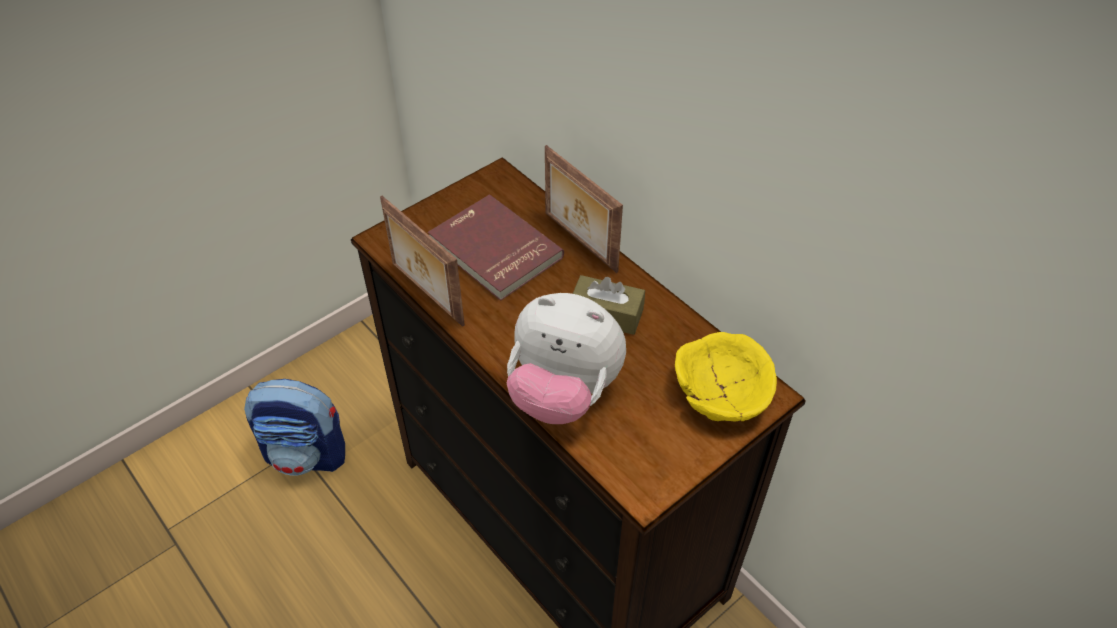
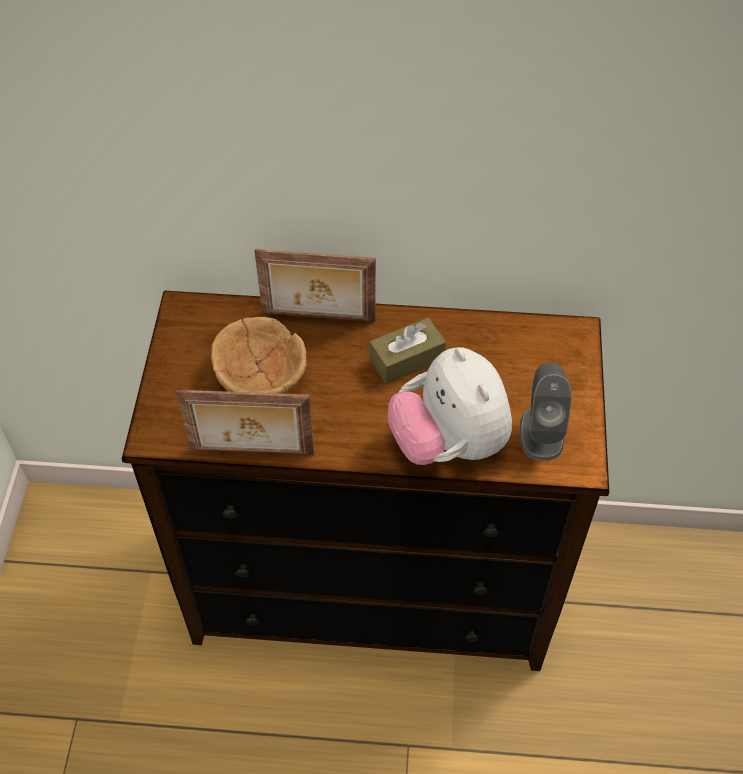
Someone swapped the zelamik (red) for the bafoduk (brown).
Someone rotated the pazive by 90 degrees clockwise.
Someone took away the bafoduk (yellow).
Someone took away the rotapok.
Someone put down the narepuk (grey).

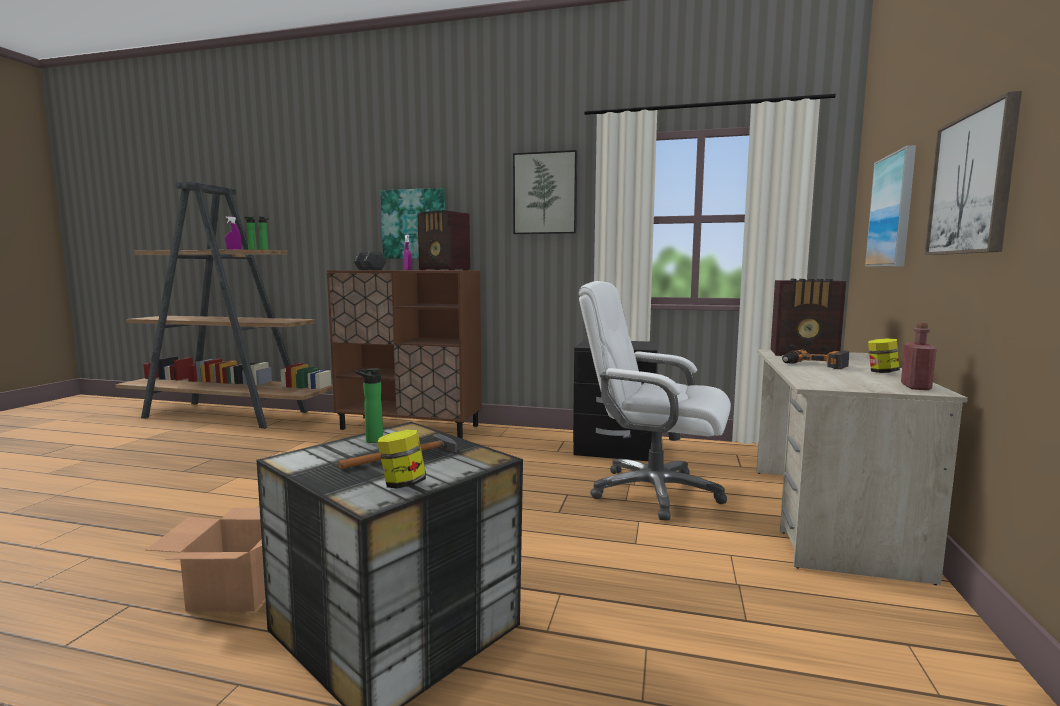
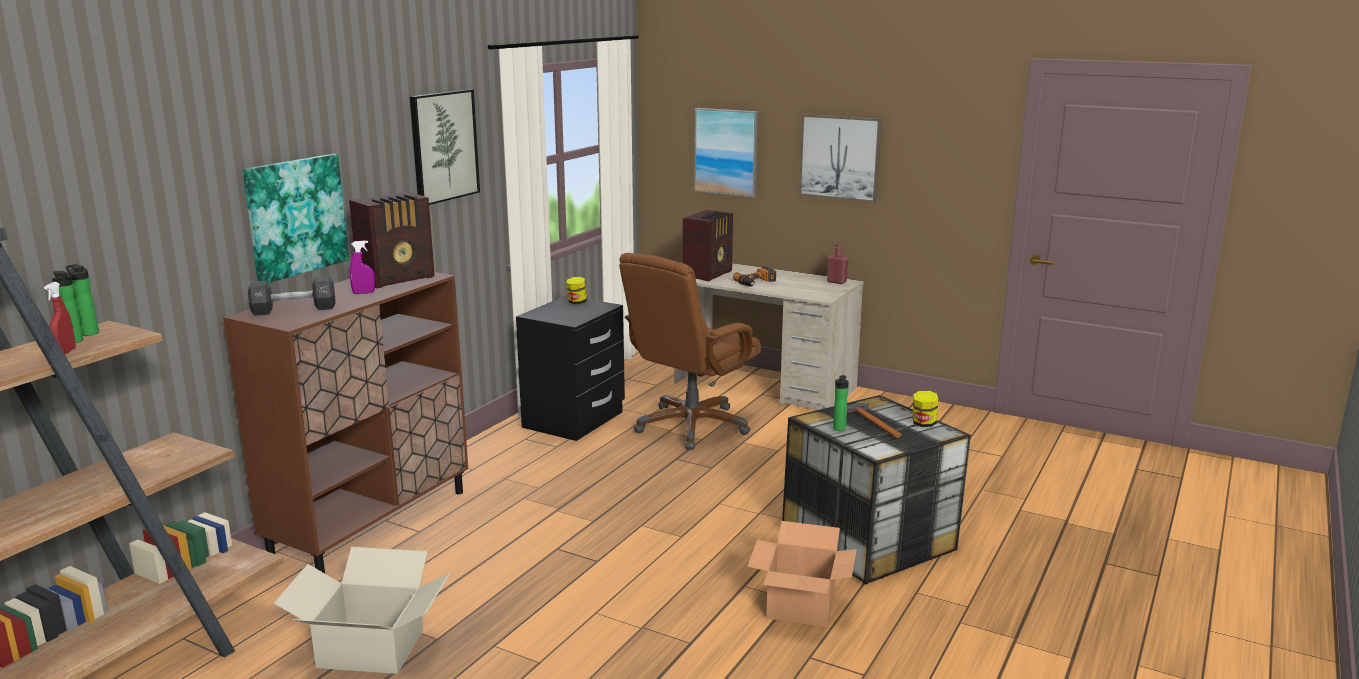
Someone repainted the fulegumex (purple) (no. 1 from left), which became the fulegumex (red).
Someone repainted the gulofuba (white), which became the gulofuba (brown).
Someone carried the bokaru (no. 2 from left in the first image).
Someone put down the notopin (no. 1 from left).

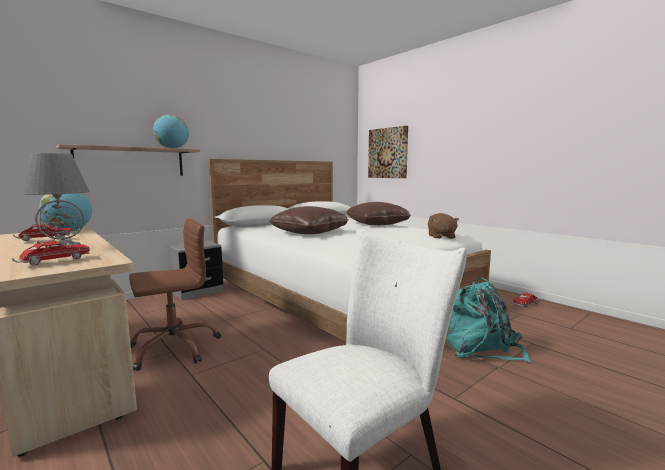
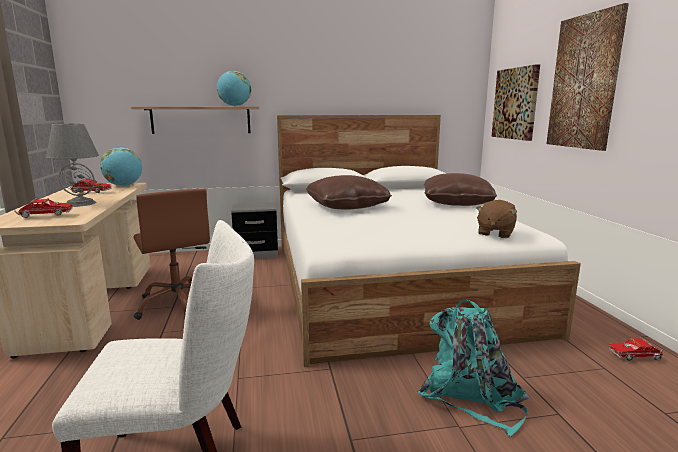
Someone rotated the gulofuba (brown) by 60 degrees clockwise.
Someone put up the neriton (no. 2 from left).

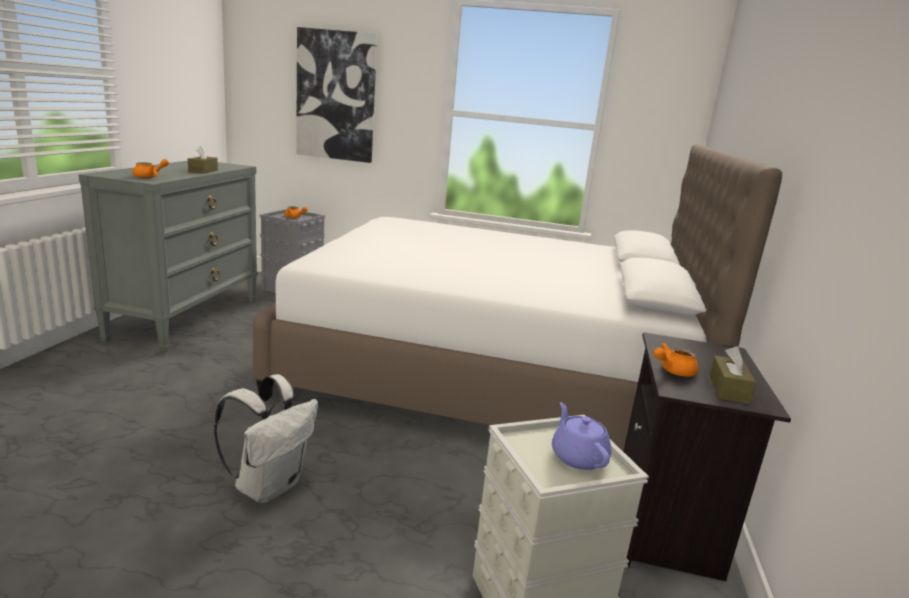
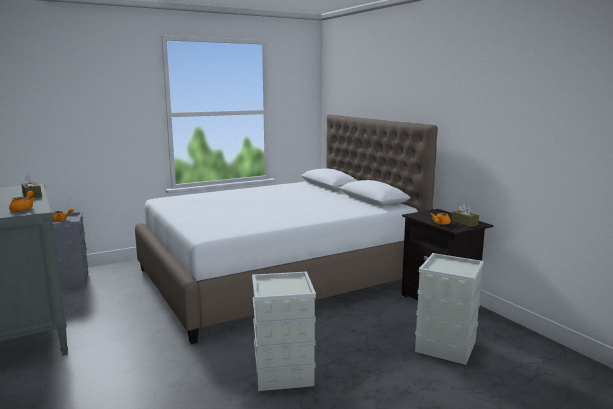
Someone took away the neriton.
Someone swapped the rotapok (white) for the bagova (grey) (no. 2 from left).
Someone took away the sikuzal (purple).

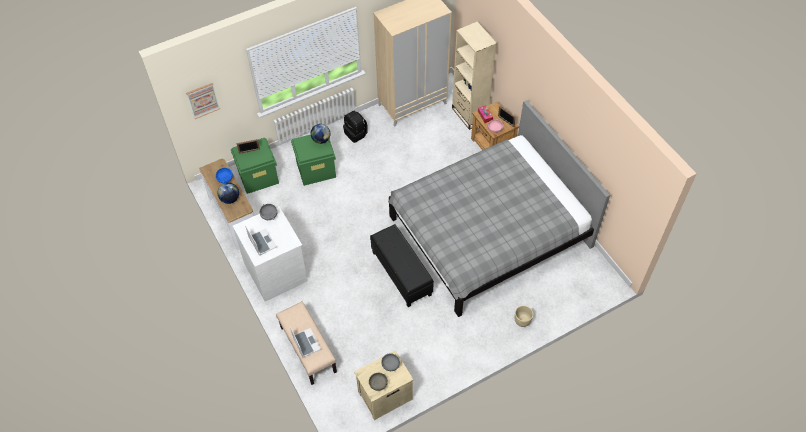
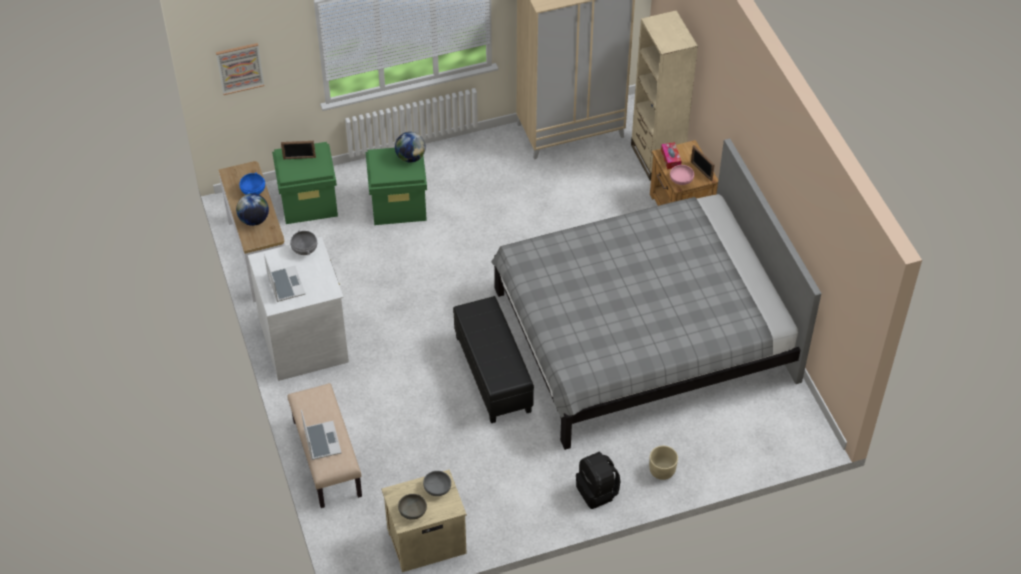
Someone carried the rotapok (black).

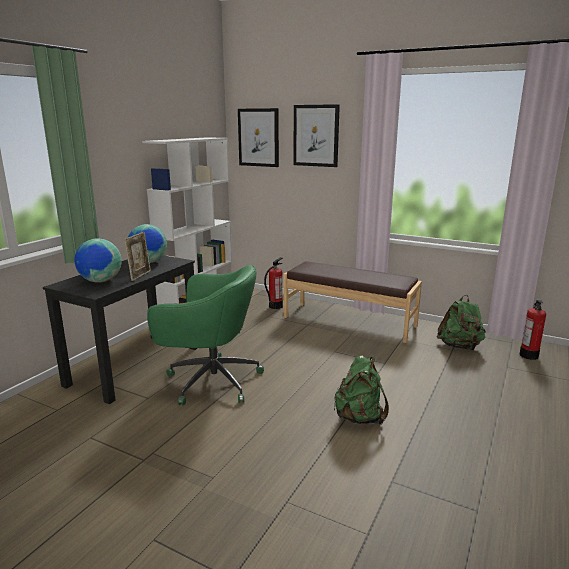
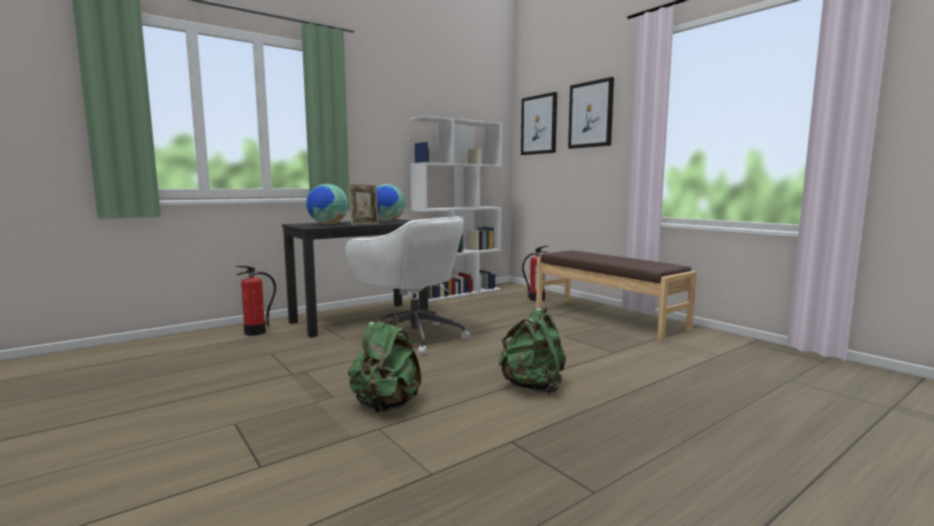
Someone repainted the gulofuba (green), which became the gulofuba (white).
Someone carried the rotapok (green) (no. 2 from left in the first image).
Someone carried the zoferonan (no. 2 from left in the first image).

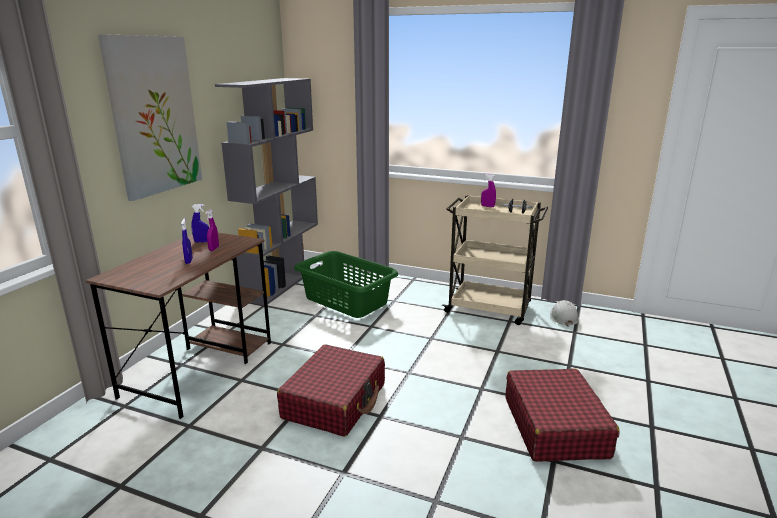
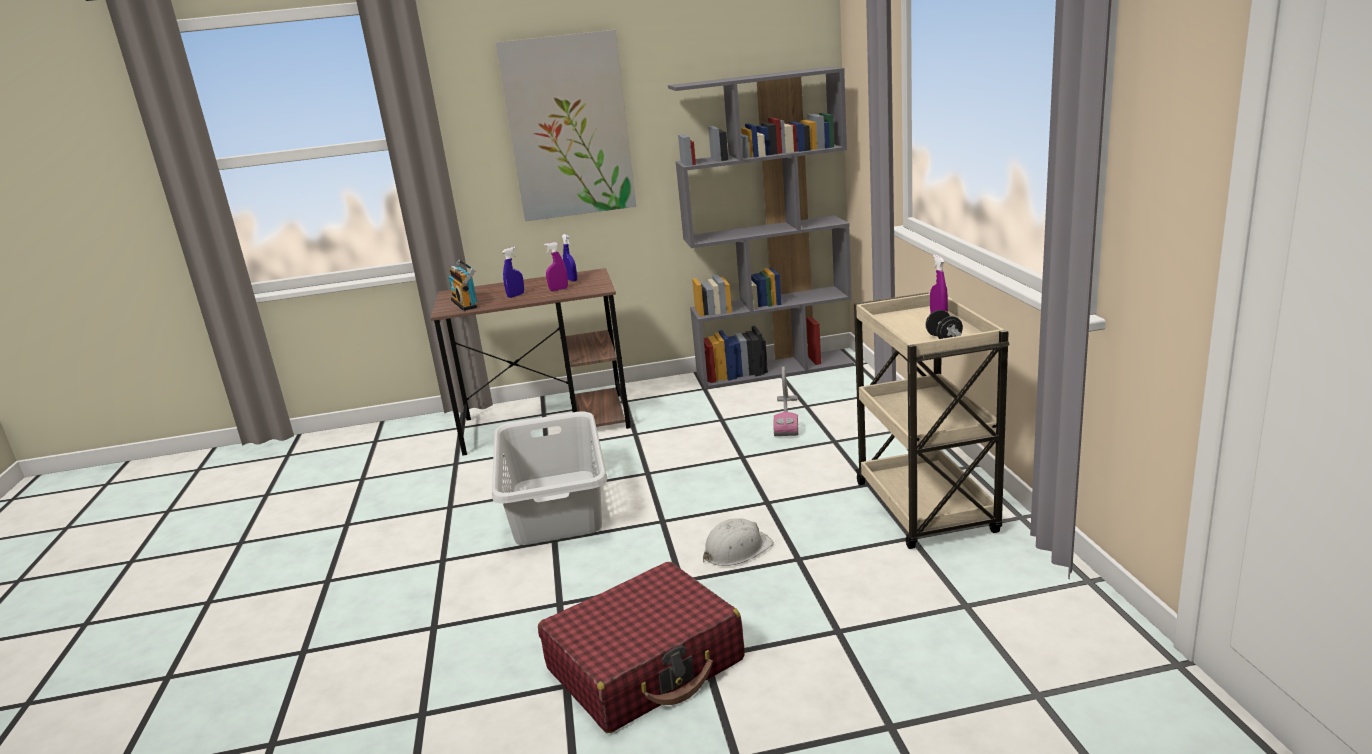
Someone swapped the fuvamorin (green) for the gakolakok.
Someone carried the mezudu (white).
Someone swapped the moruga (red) (no. 1 from left) for the fuvamorin (grey).
Someone put down the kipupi.

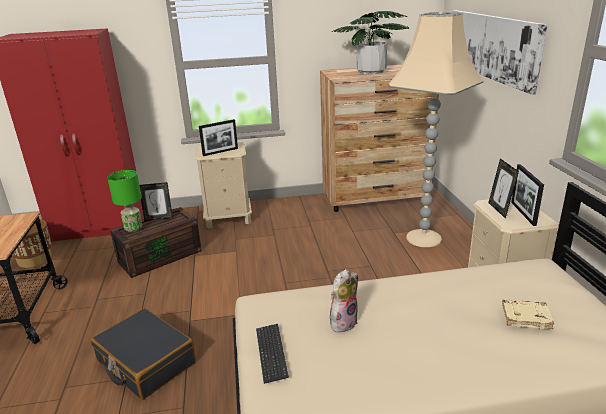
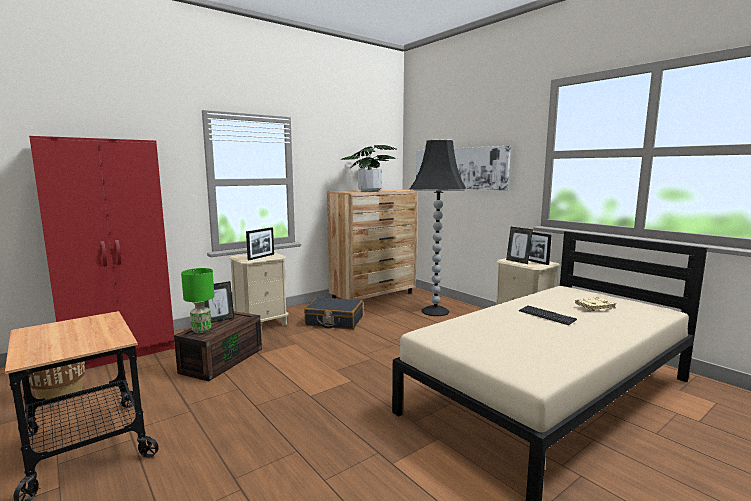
Someone repainted the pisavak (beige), which became the pisavak (black).
Someone took away the pazive.
Someone carried the moruga (black).
Someone carried the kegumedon.

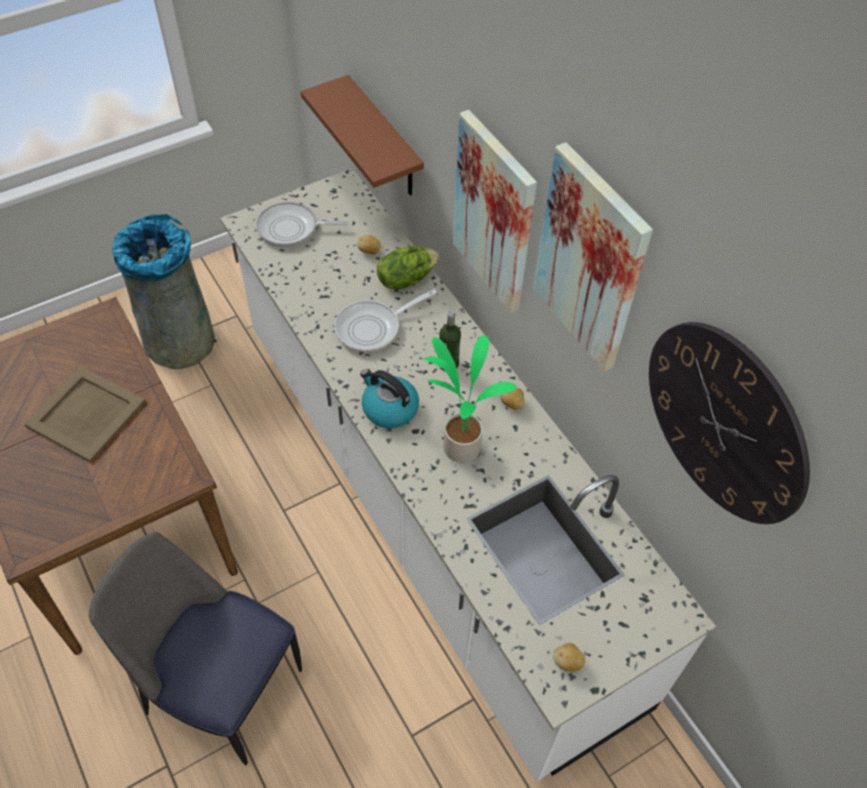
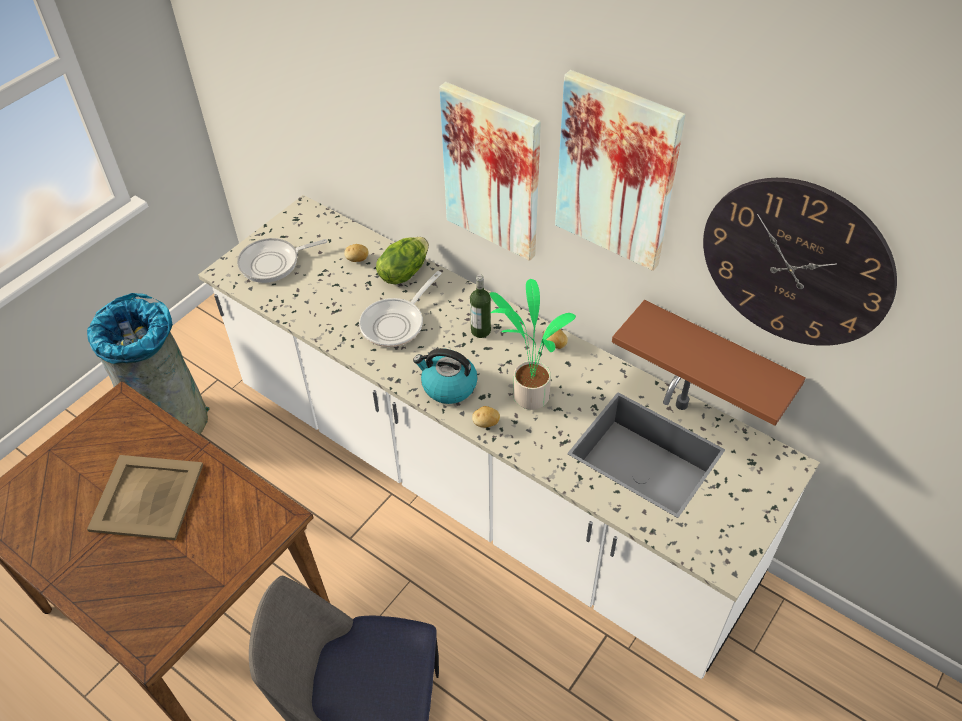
Someone carried the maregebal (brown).
Someone carried the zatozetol (no. 3 from left in the first image).

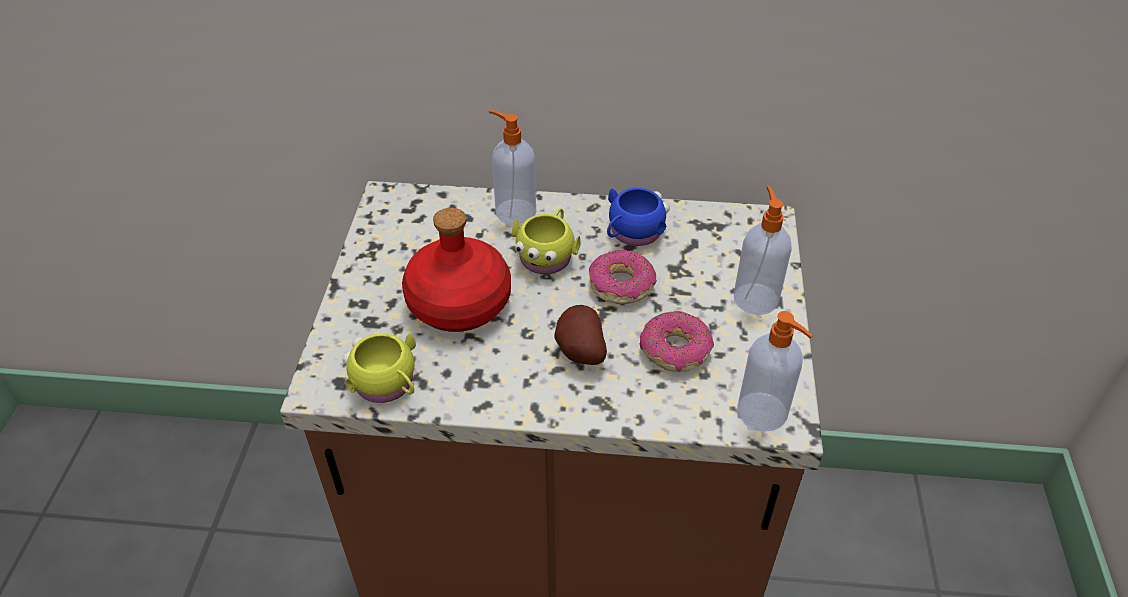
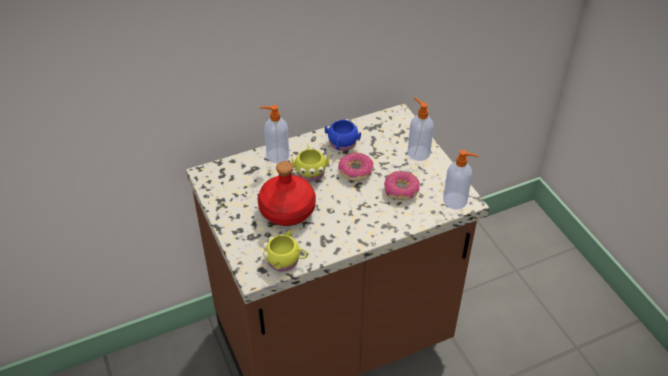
Someone took away the zatozetol.

